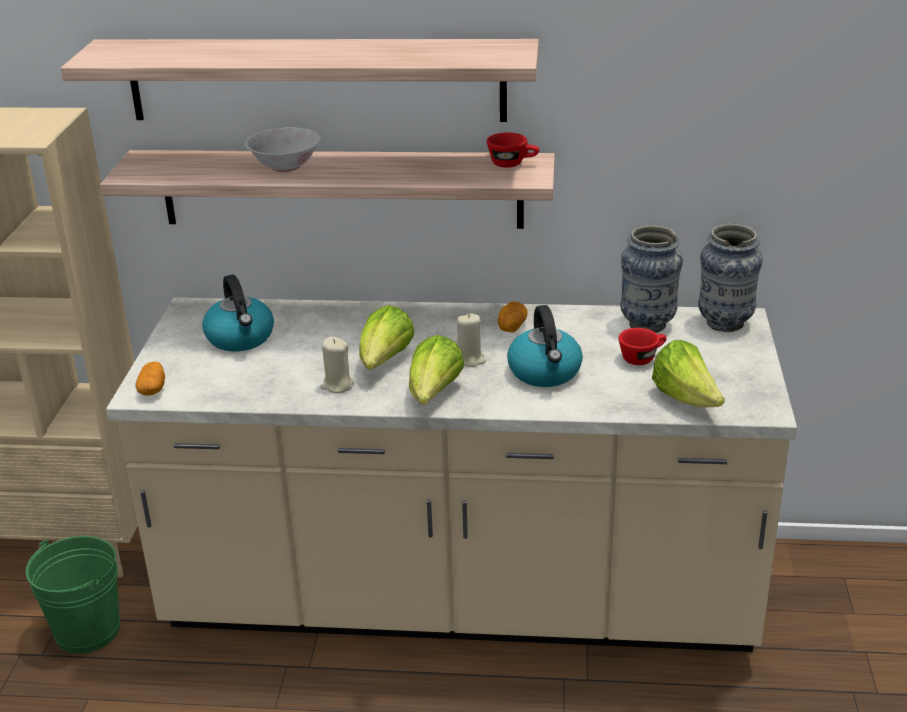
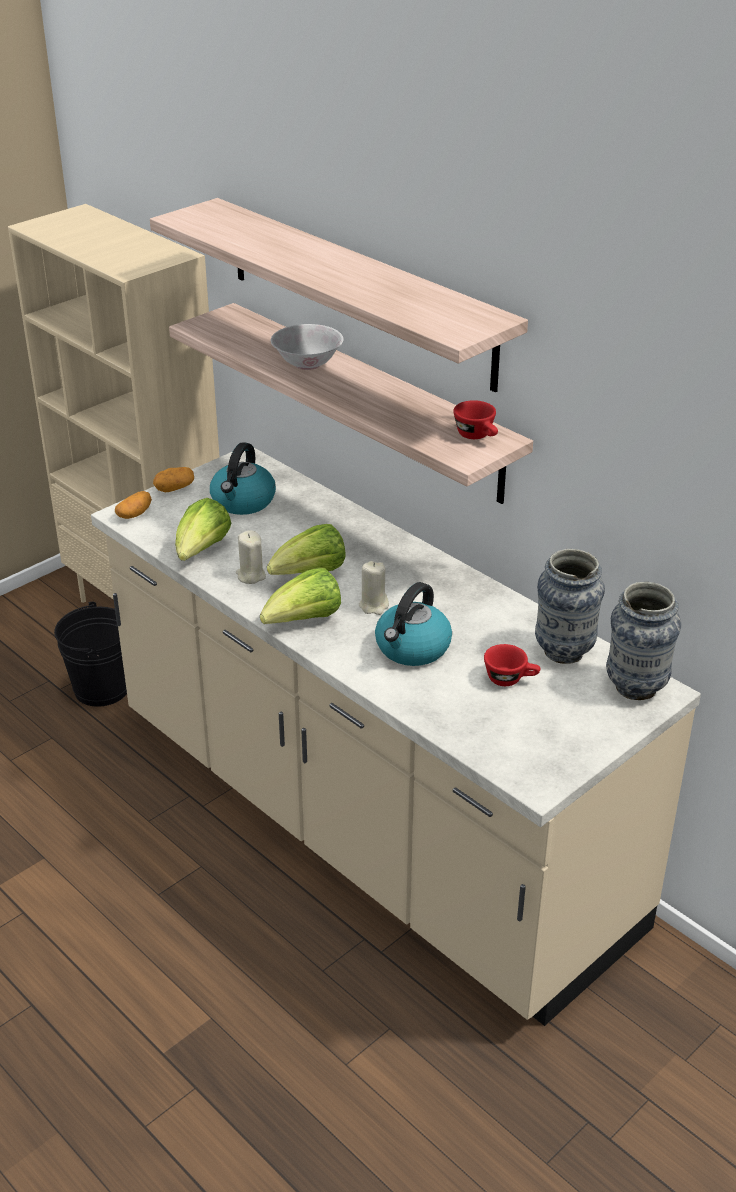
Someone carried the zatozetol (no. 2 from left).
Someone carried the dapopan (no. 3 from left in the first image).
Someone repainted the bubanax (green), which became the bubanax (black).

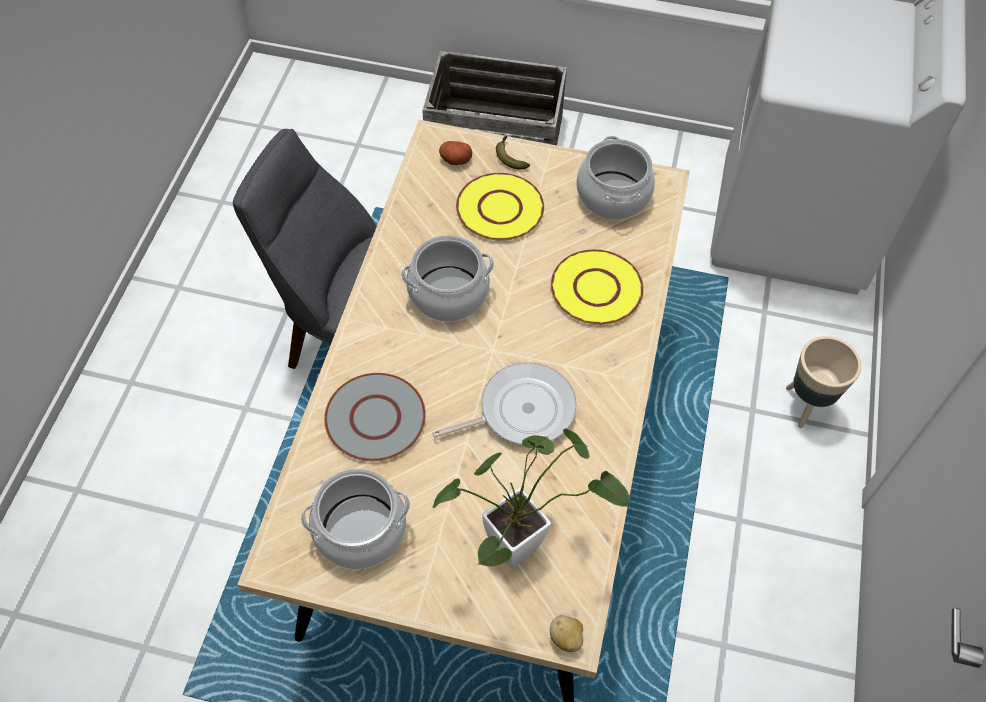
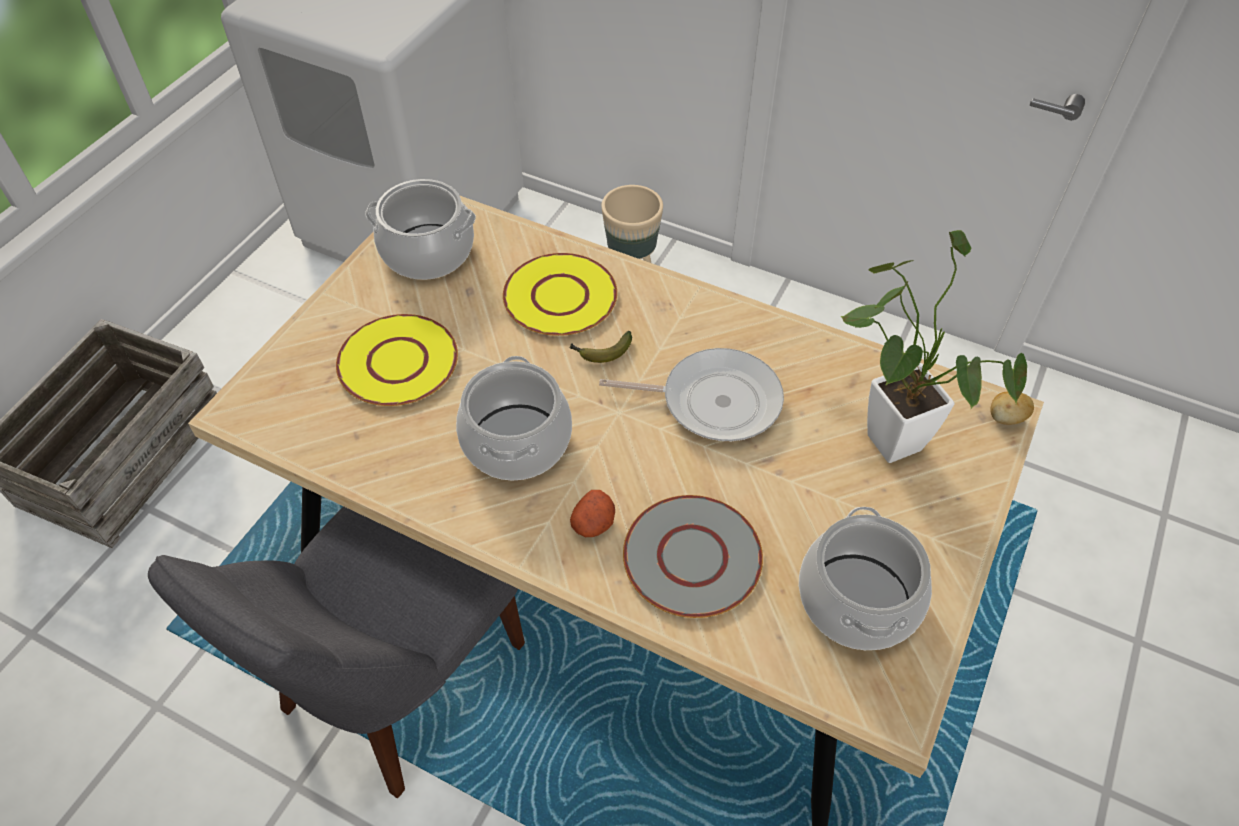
Someone carried the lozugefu.
Someone carried the zatozetol (no. 1 from left).
Someone rotated the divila by 105 degrees clockwise.

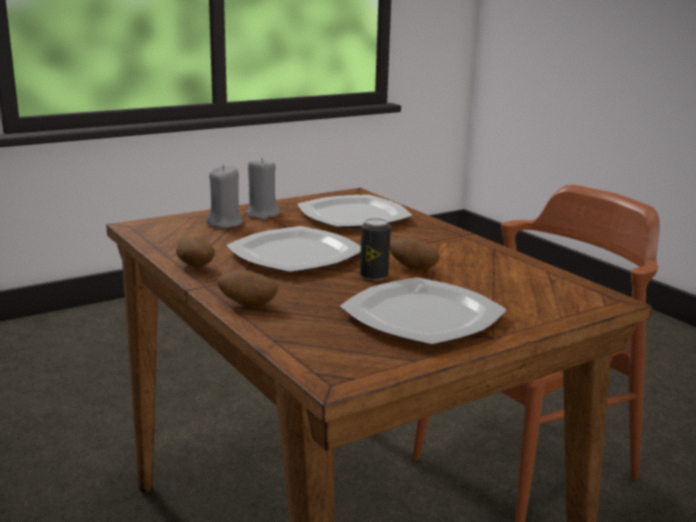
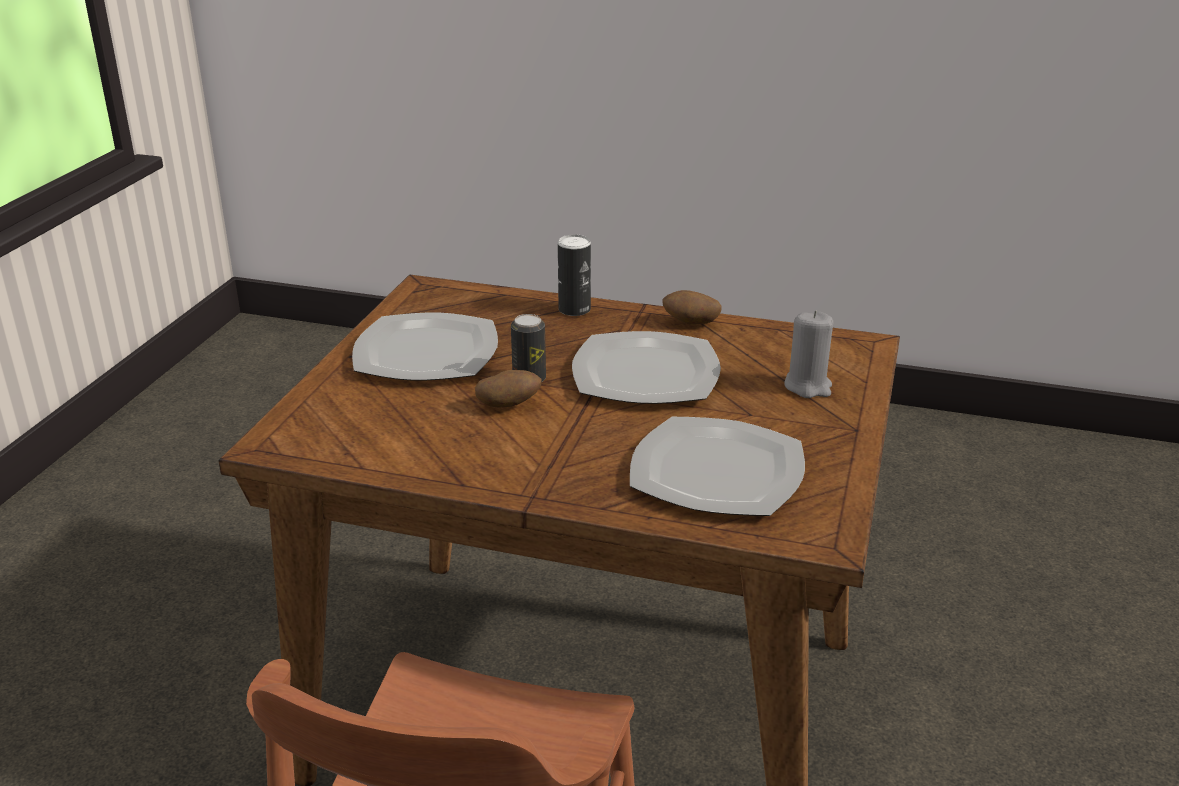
Someone took away the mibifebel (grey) (no. 2 from left).
Someone swapped the zatozetol (no. 2 from left) for the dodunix (no. 2 from left).

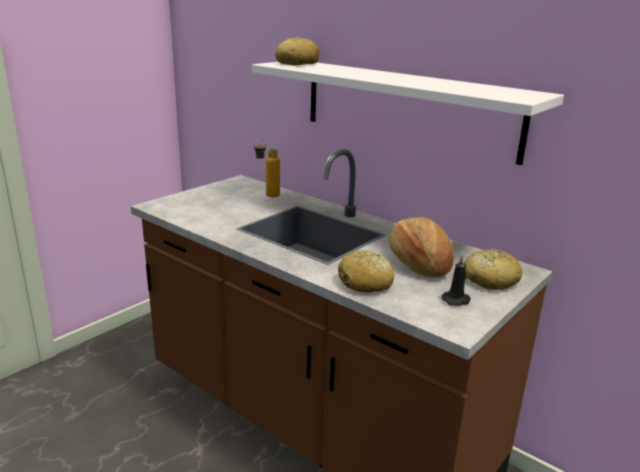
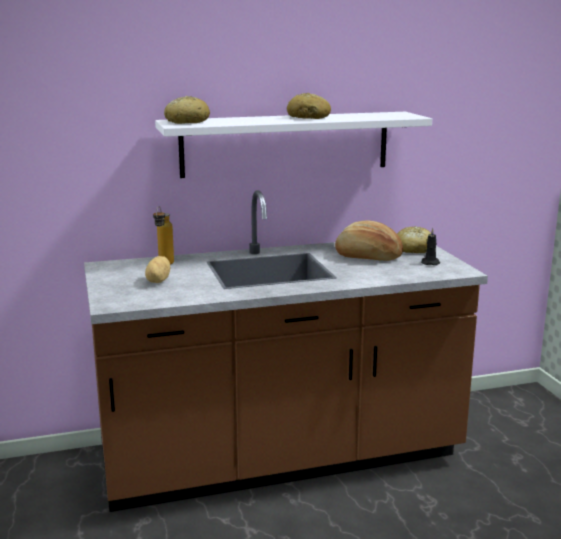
Someone carried the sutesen (no. 2 from left).
Someone put down the zatozetol.

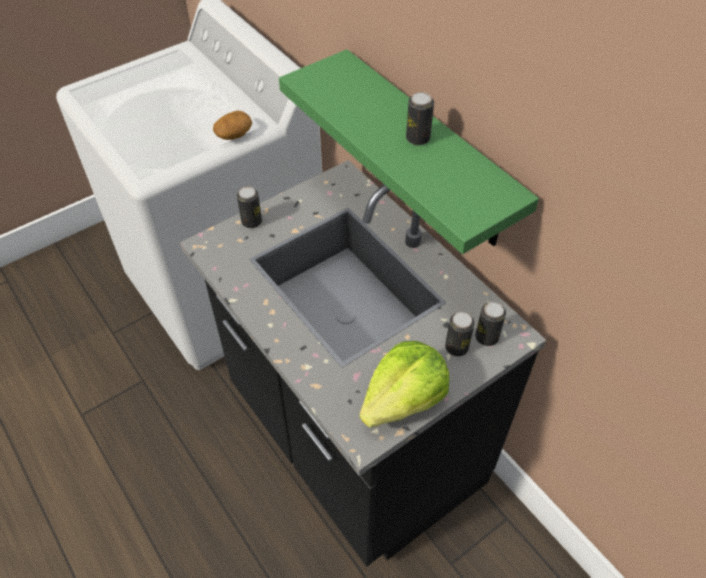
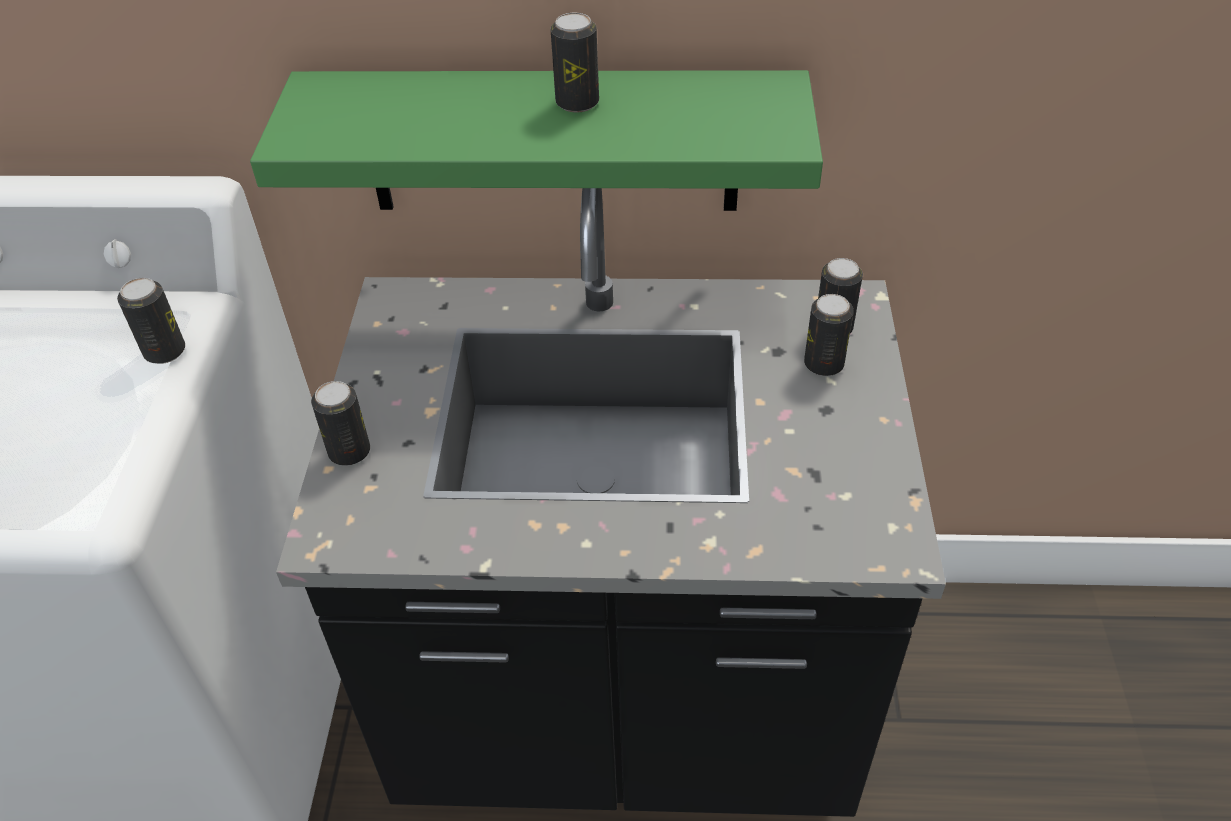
Someone swapped the zatozetol for the dodunix (no. 1 from left).
Someone took away the dapopan.

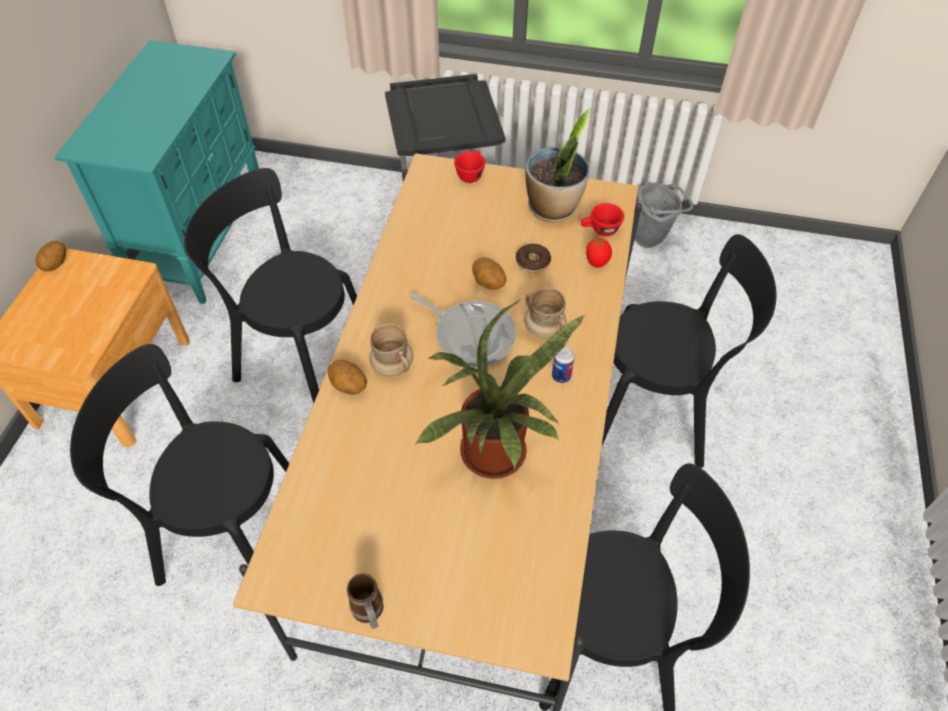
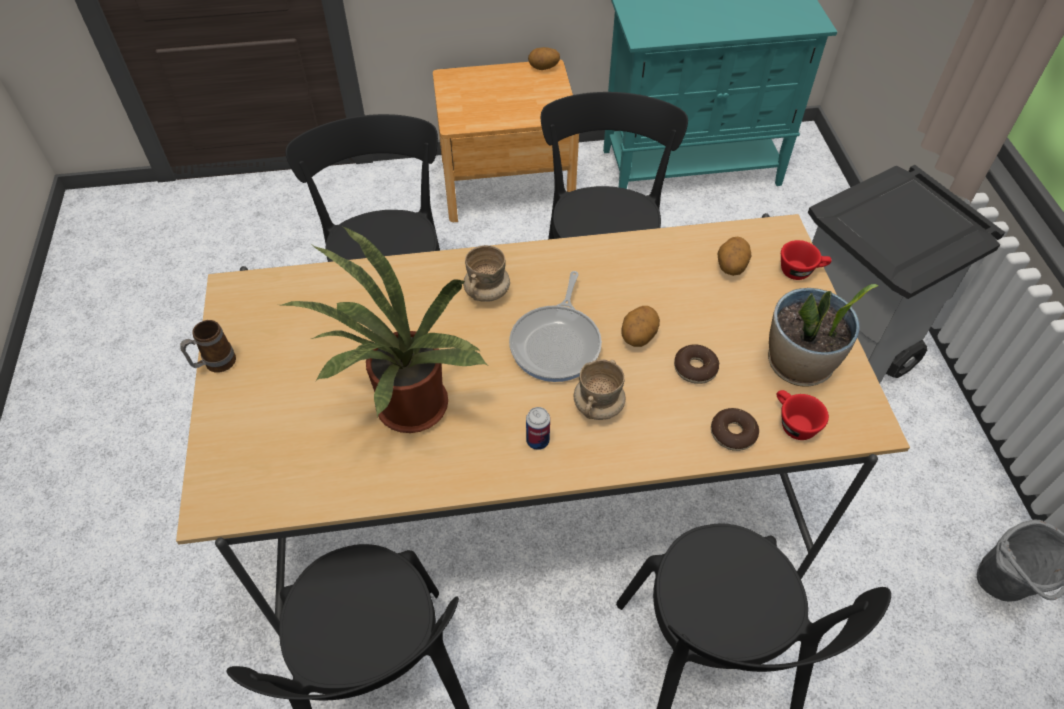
Someone swapped the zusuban for the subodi (no. 2 from left).
Someone carried the zatozetol (no. 2 from left in the first image).

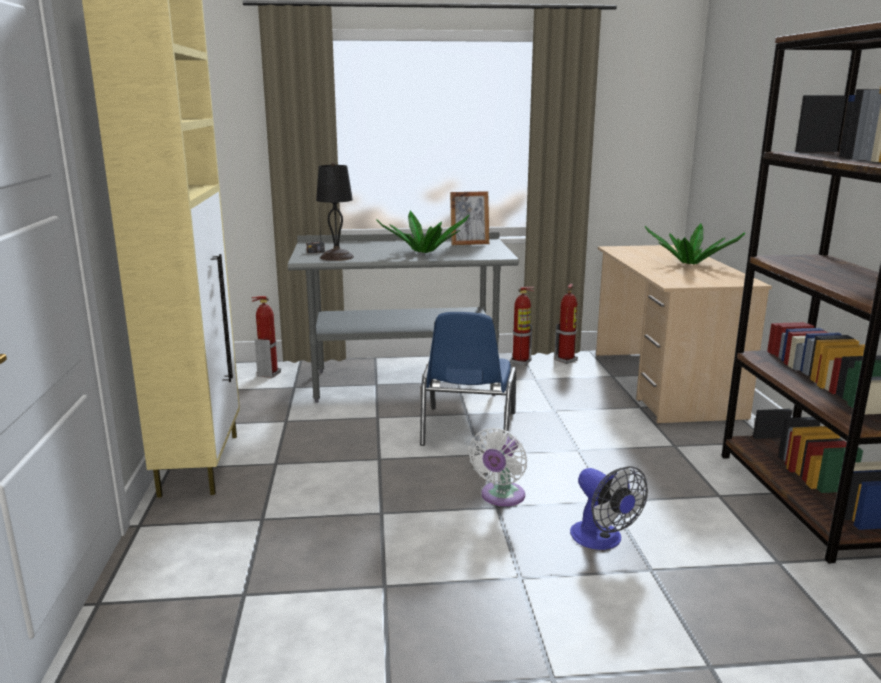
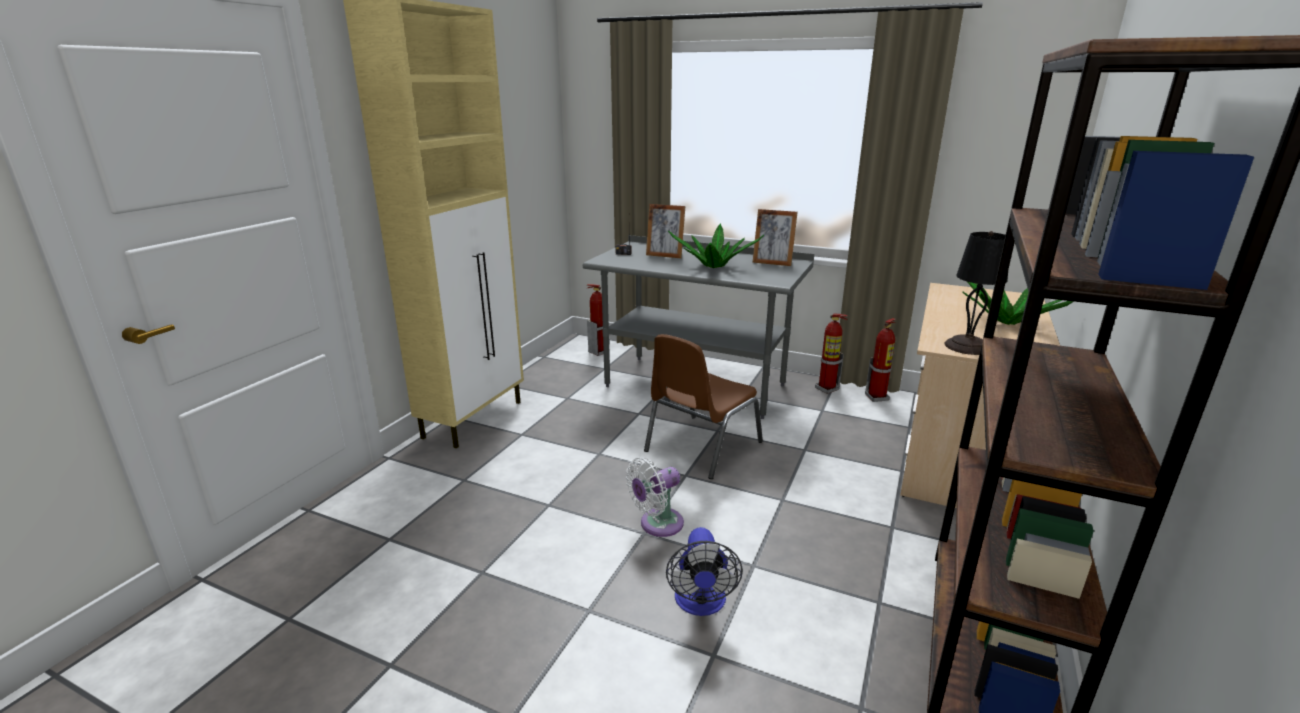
Someone carried the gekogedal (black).
Someone repainted the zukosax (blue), which became the zukosax (brown).
Someone put down the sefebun (no. 1 from left).

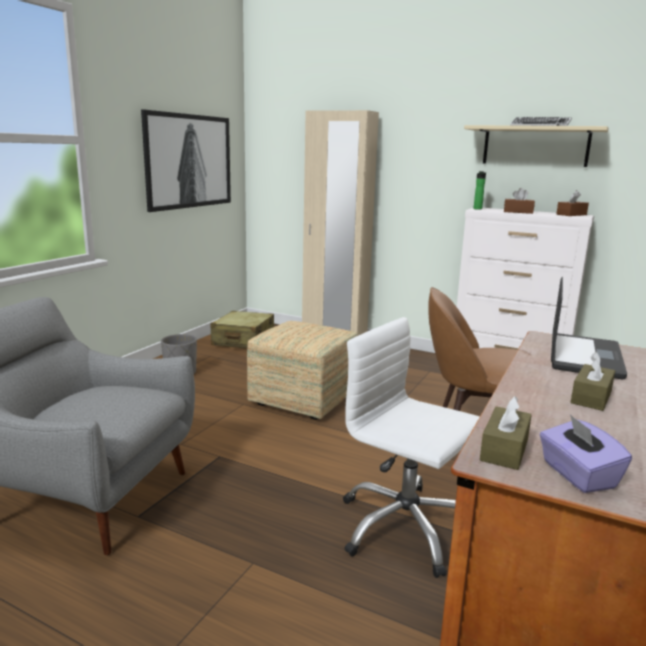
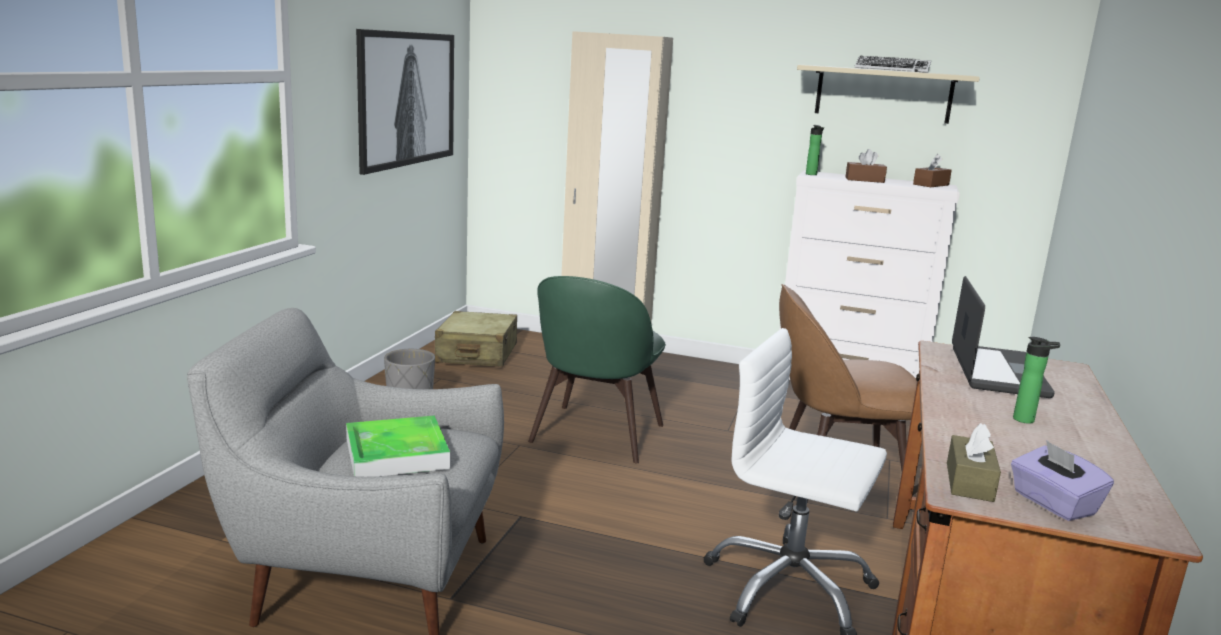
Someone swapped the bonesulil for the zukosax (green).
Someone swapped the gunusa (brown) (no. 4 from left) for the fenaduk (no. 2 from left).
Someone put down the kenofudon.

